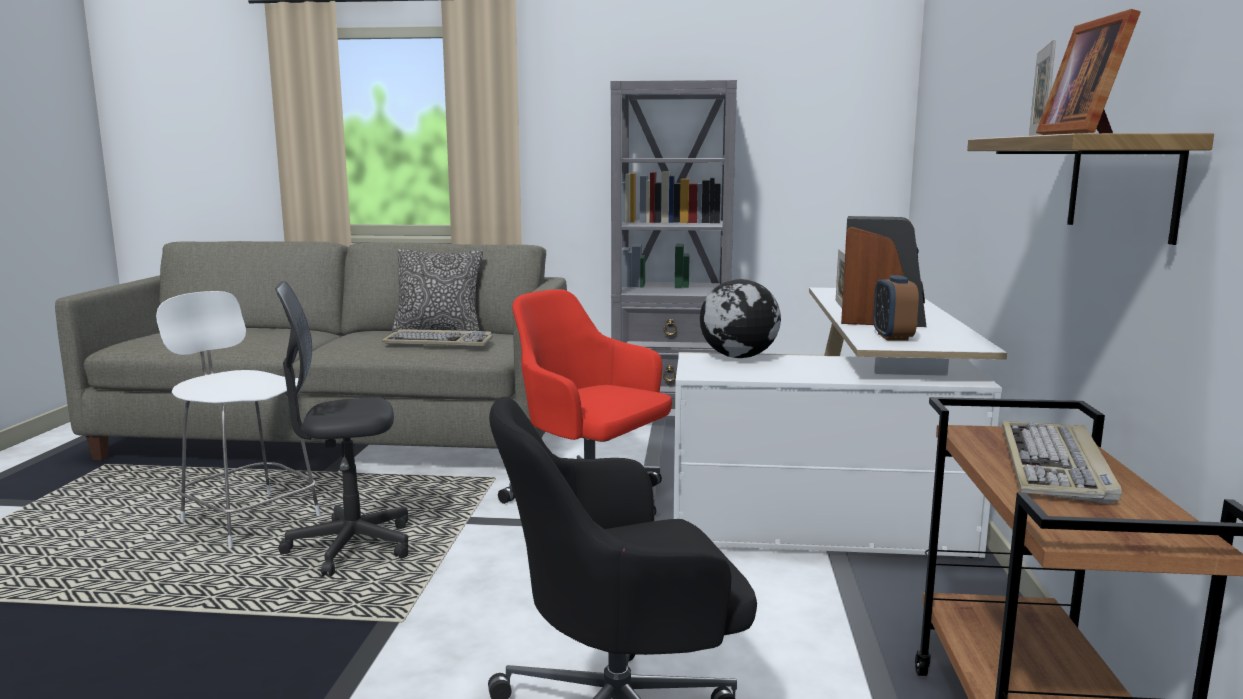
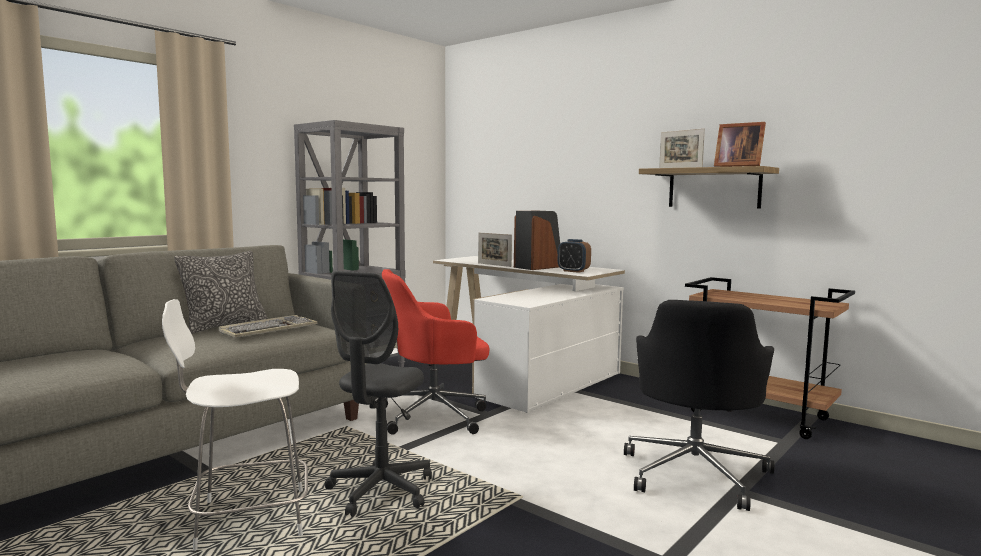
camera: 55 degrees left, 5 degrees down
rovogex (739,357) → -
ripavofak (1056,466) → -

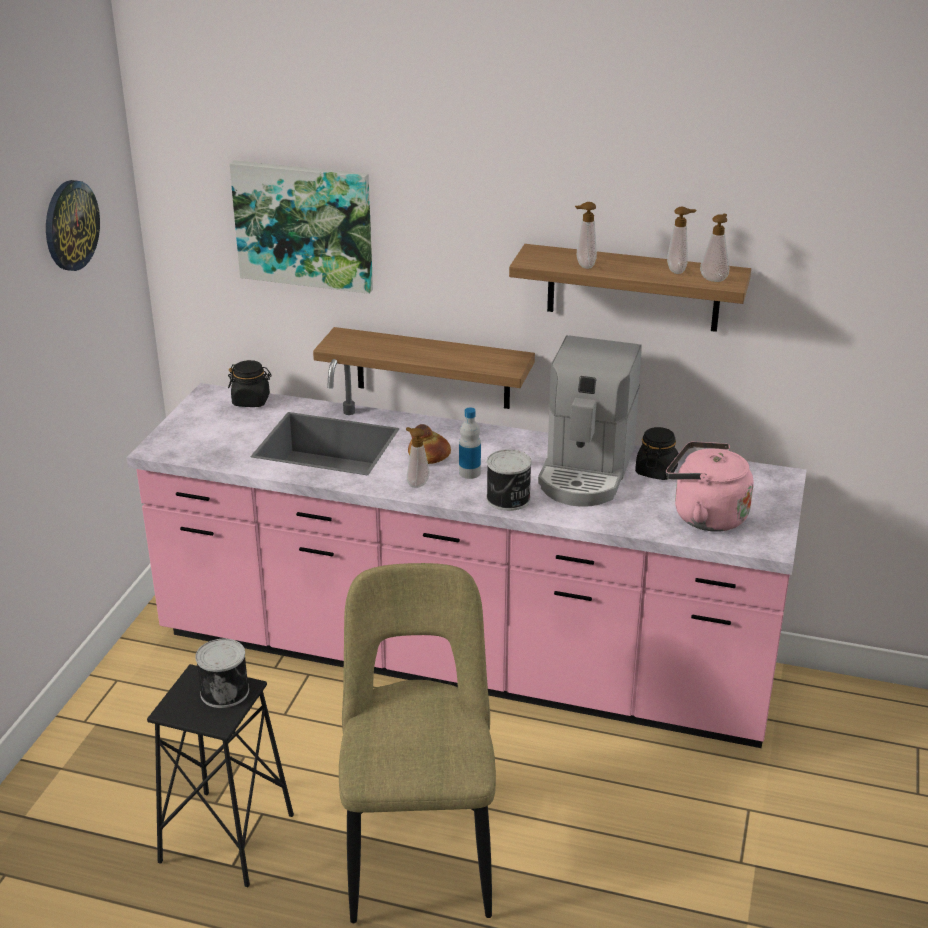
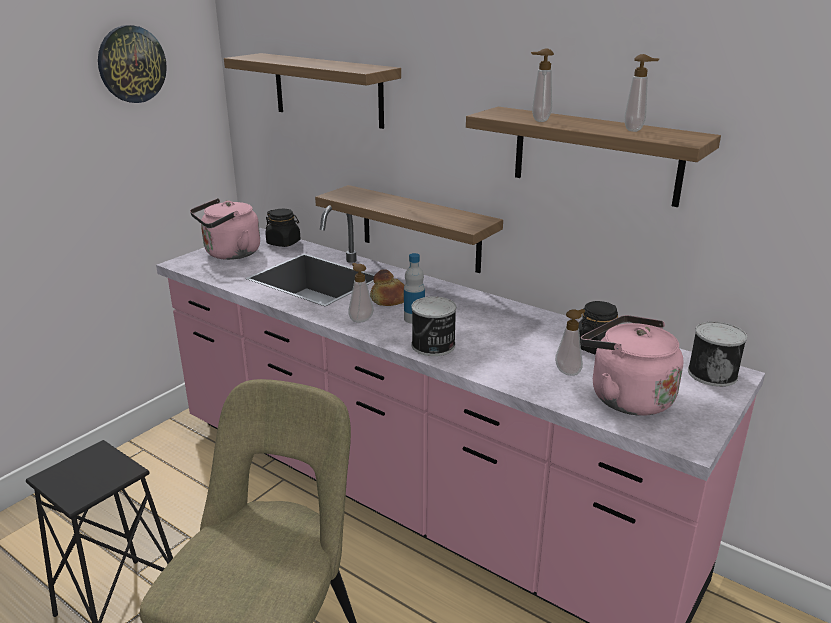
camera: 20 degrees right, 5 degrees down
- → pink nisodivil (229,254)
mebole (304,225) → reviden (327,90)
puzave (714,279) → puzave (569,371), moved
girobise (225,691) → girobise (712,373), moved
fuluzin (586,471) → -

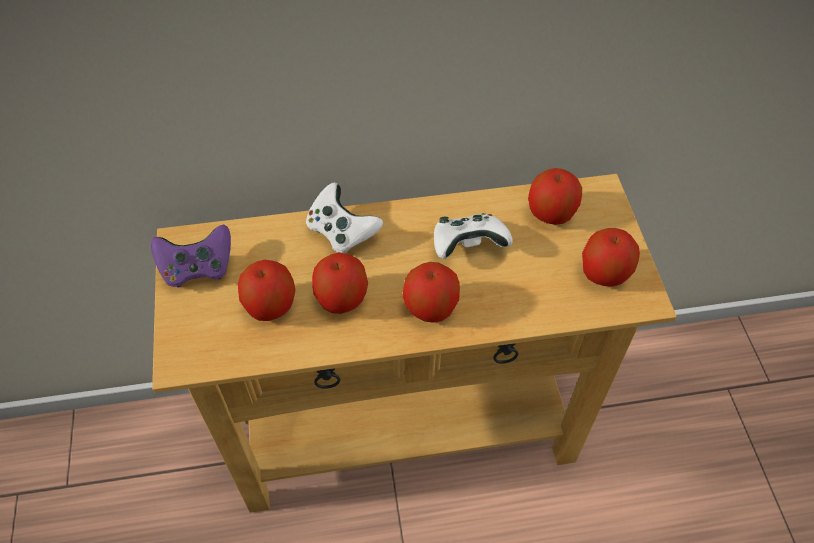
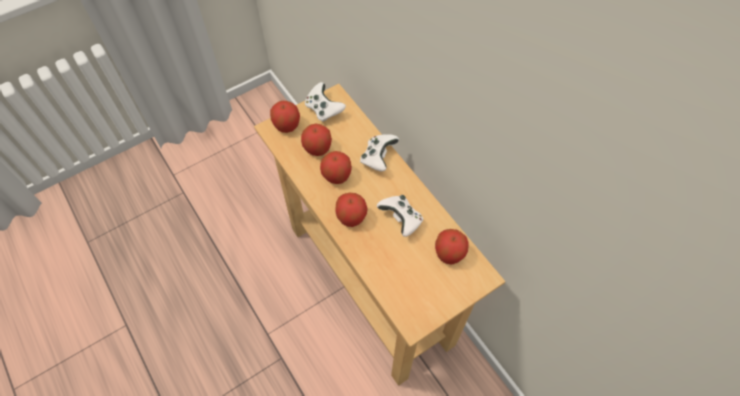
camera: 65 degrees right, 5 degrees up
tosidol (603,273) → tosidol (287,125), moved
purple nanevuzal (197,268) → white nanevuzal (324,110)

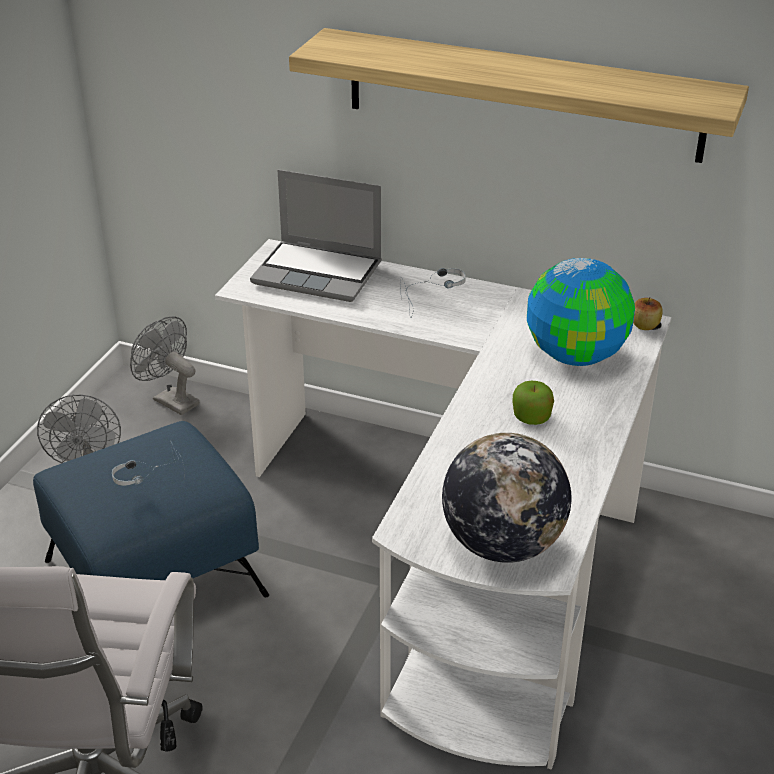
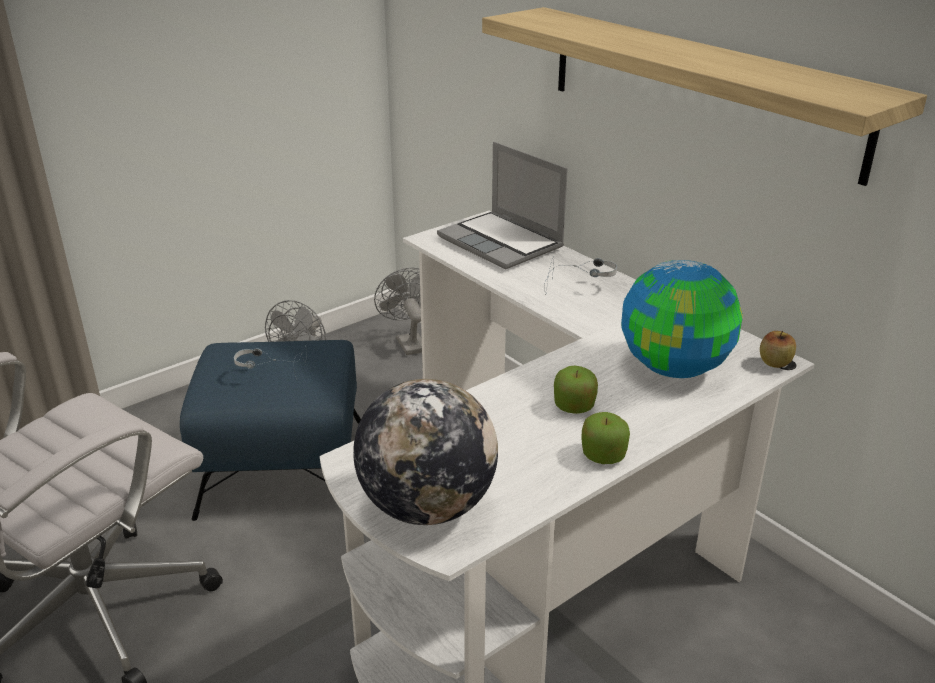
camera: 30 degrees right, 5 degrees down
- → tosidol (603,455)

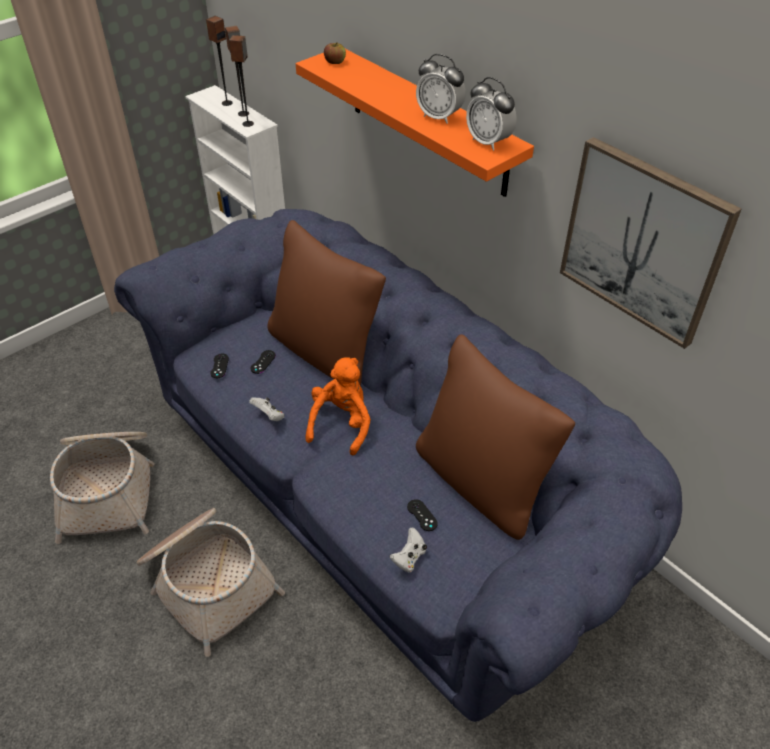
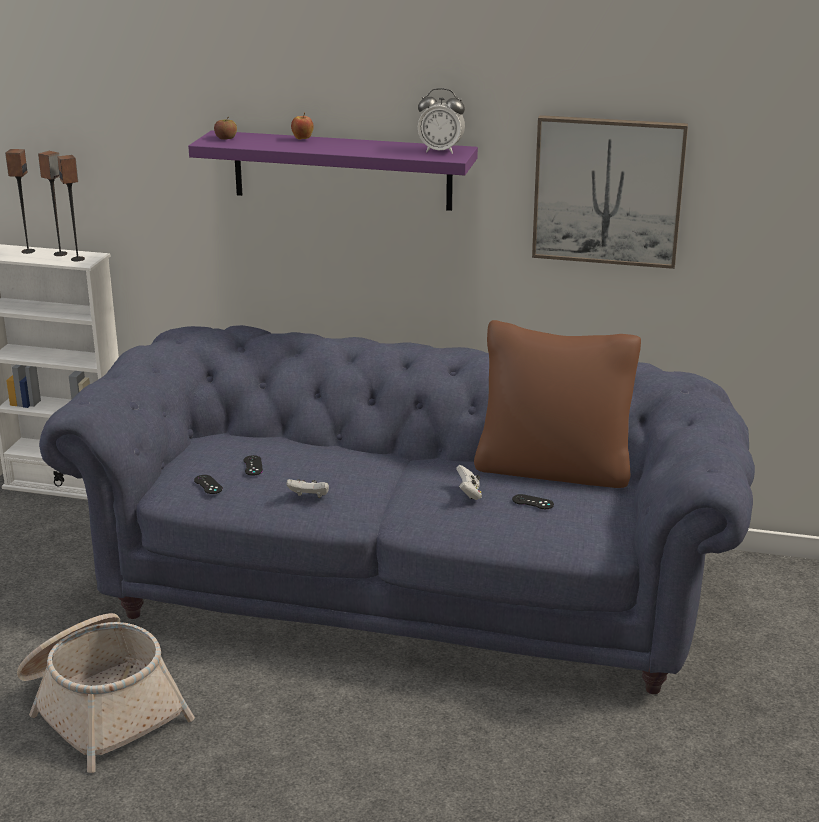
camera: 35 degrees left, 20 degrees down
orange reviden (427,121) → purple reviden (342,170)
- → tosidol (302,139)
white nanevuzal (409,557) → white nanevuzal (469,493), moved
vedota (208,581) → -
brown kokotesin (325,351) → -
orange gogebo (341,423) → -
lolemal (439,117) → -

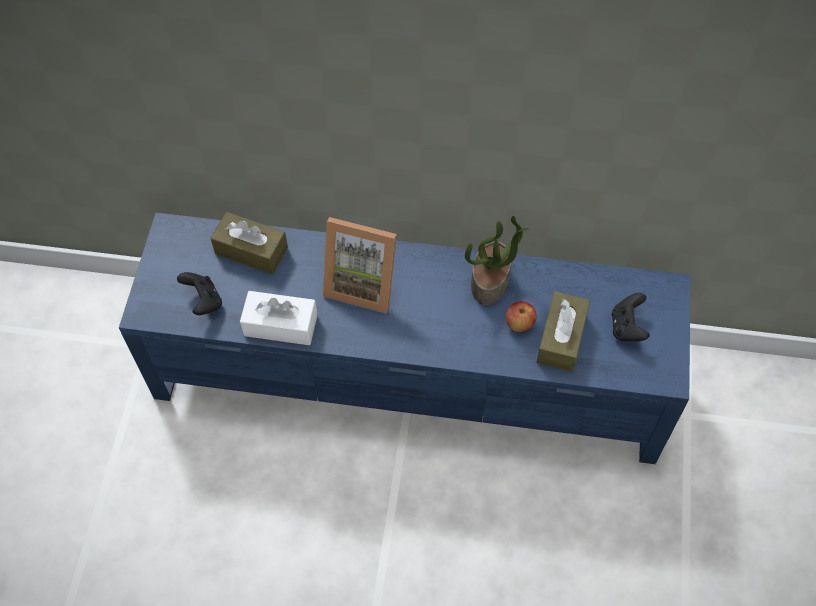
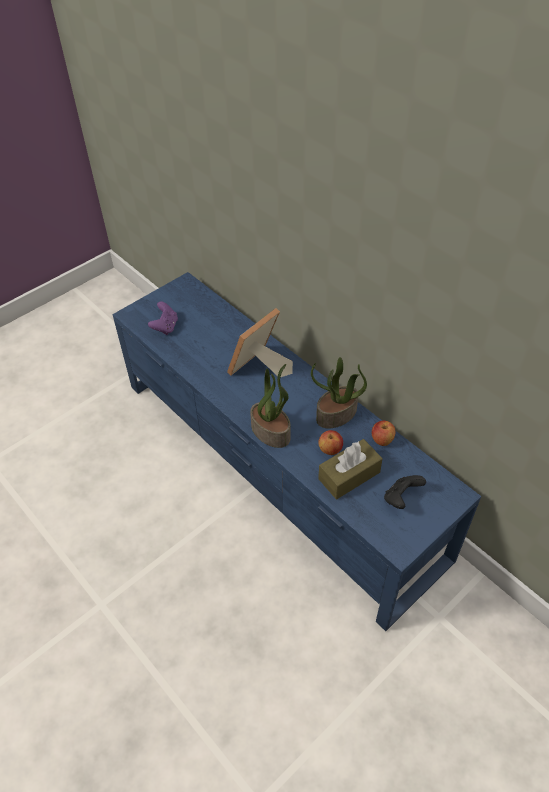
camera: 40 degrees right, 10 degrees down
black nanevuzal (204,301) → purple nanevuzal (165,327)
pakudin (363,283) → pakudin (259,369), 75 degrees clockwise
- → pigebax (271,432)
- → tosidol (382,440)
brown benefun (251,250) → -
white benefun (280,325) → -

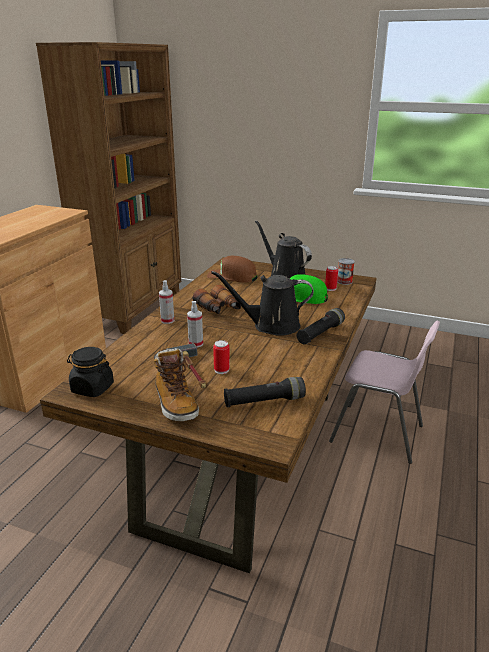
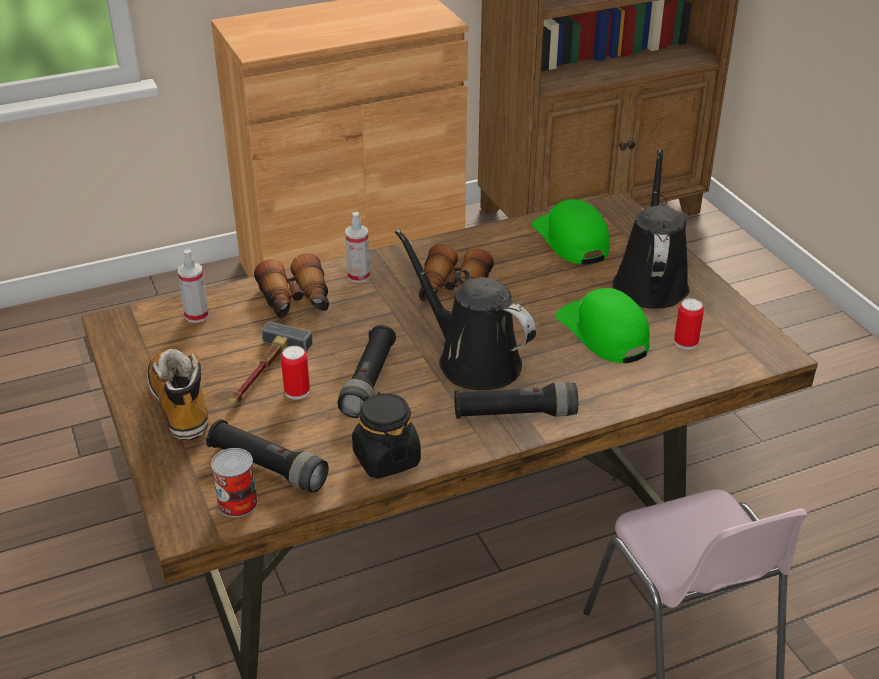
camera: 45 degrees right, 10 degrees up
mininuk (175,403) → mininuk (180,405), 135 degrees clockwise
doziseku (195,344) → doziseku (197,315), moved
girobise (344,281) → girobise (237,503), moved
- → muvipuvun (296,302)
- → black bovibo (369,382)
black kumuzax (92,388) → black kumuzax (386,458), moved
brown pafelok (232,276) → green pafelok (571,240)

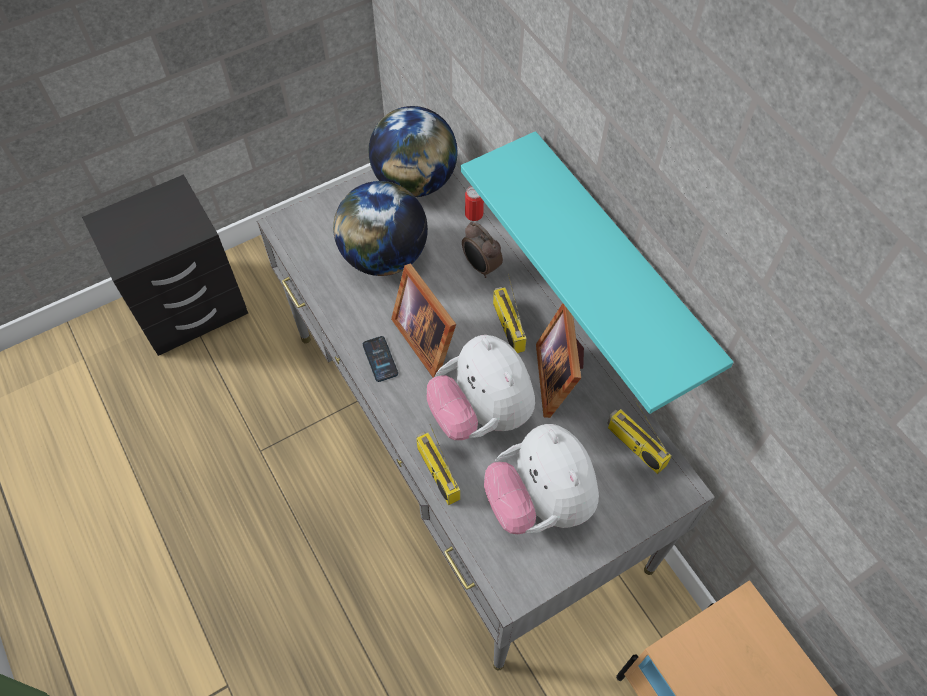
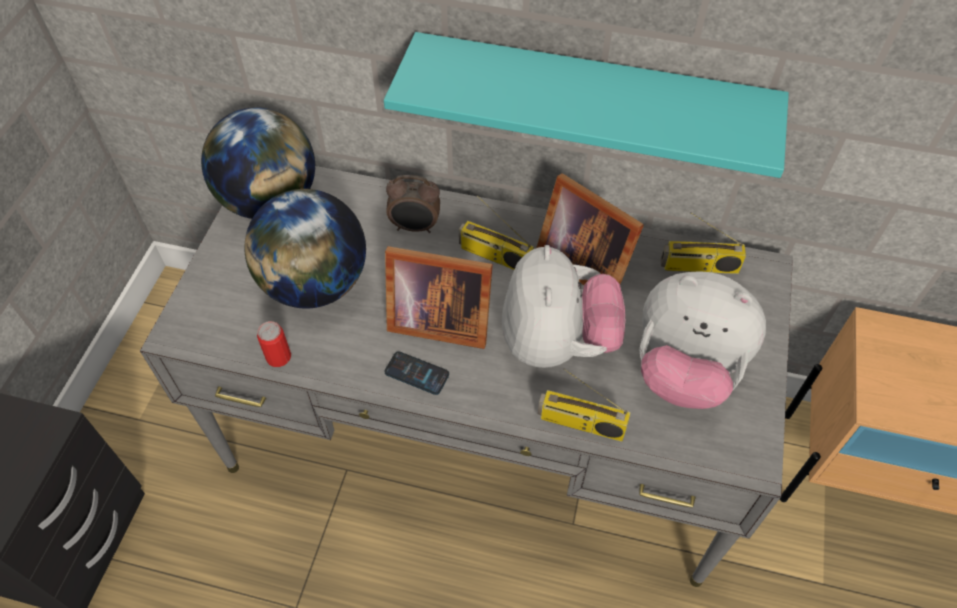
camera: 45 degrees left, 5 degrees down
girobise (474,214) → girobise (278,357), moved
gogebo (481,412) → gogebo (557,342), 105 degrees counterclockwise

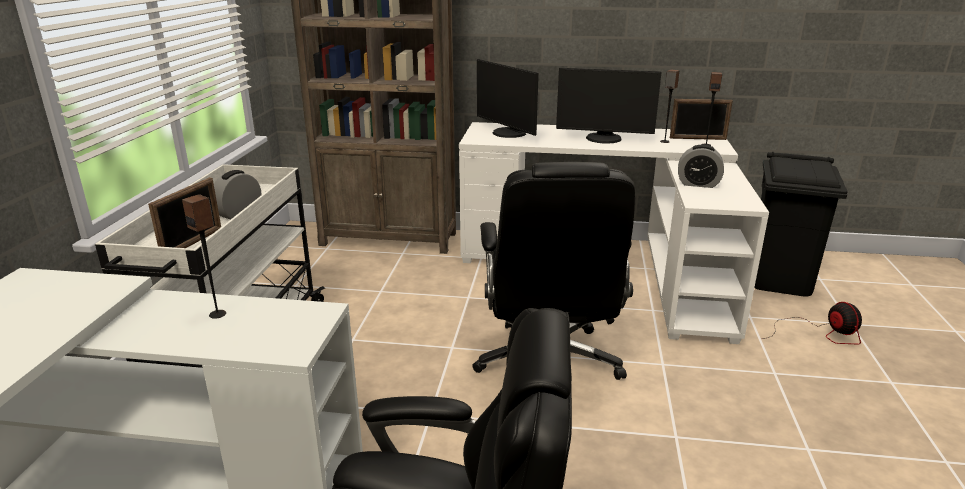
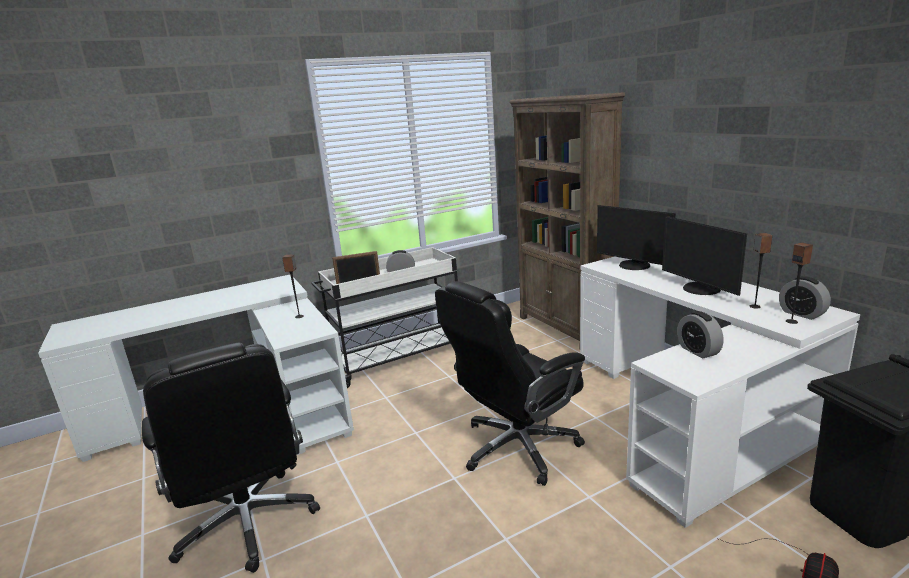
camera: 55 degrees right, 5 degrees down
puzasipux (507,133) → puzasipux (633,266), 60 degrees counterclockwise
pakudin (698,139) → lolemal (801,314)

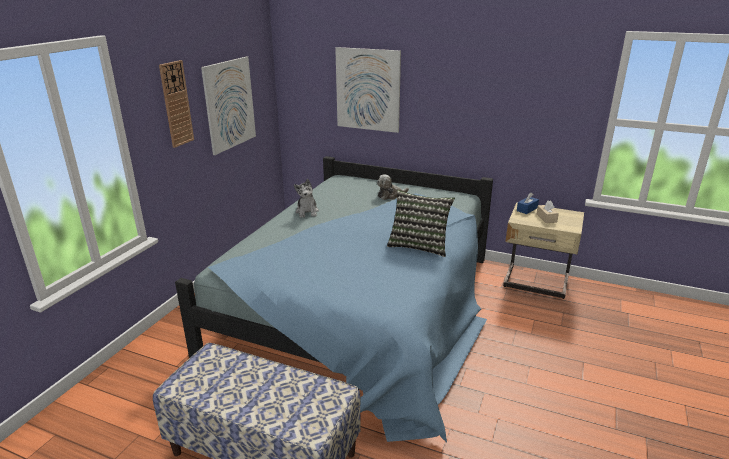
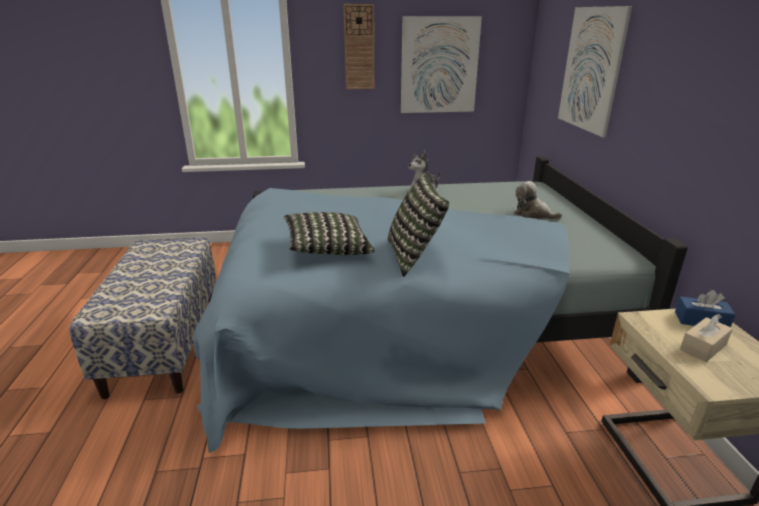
camera: 60 degrees right, 0 degrees up
- → kokotesin (327,249)

